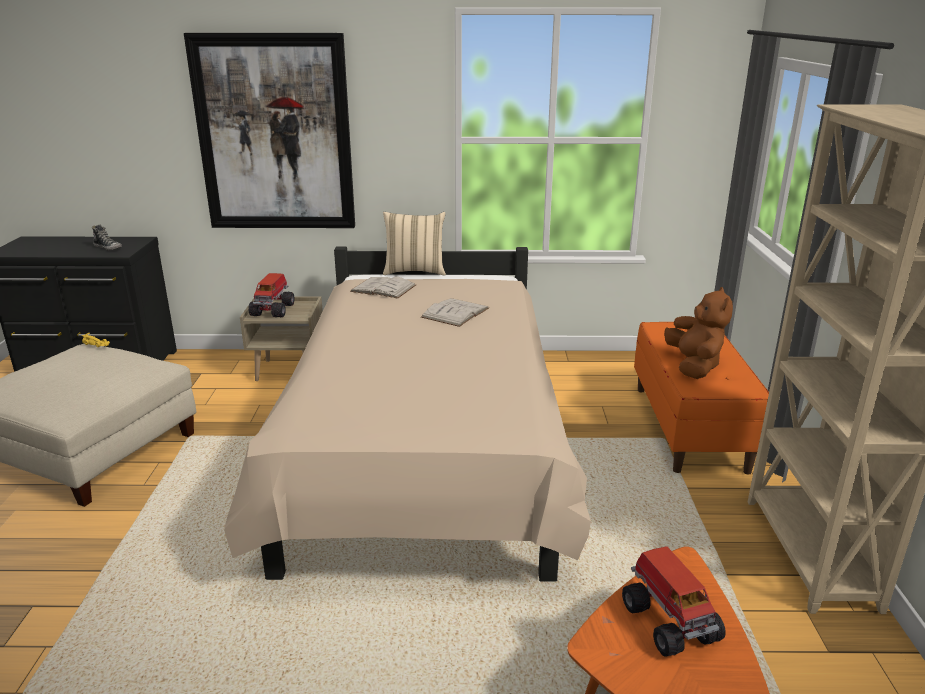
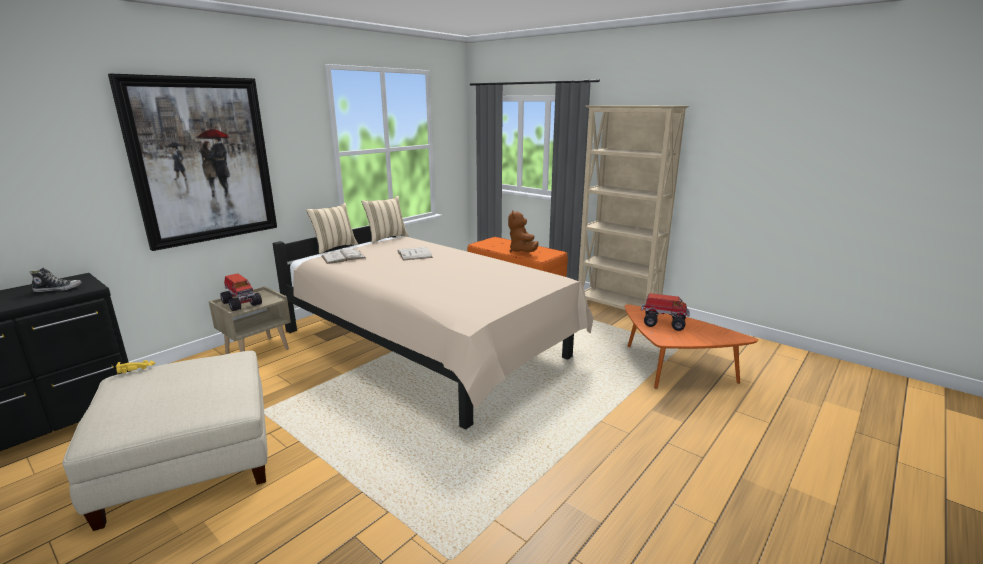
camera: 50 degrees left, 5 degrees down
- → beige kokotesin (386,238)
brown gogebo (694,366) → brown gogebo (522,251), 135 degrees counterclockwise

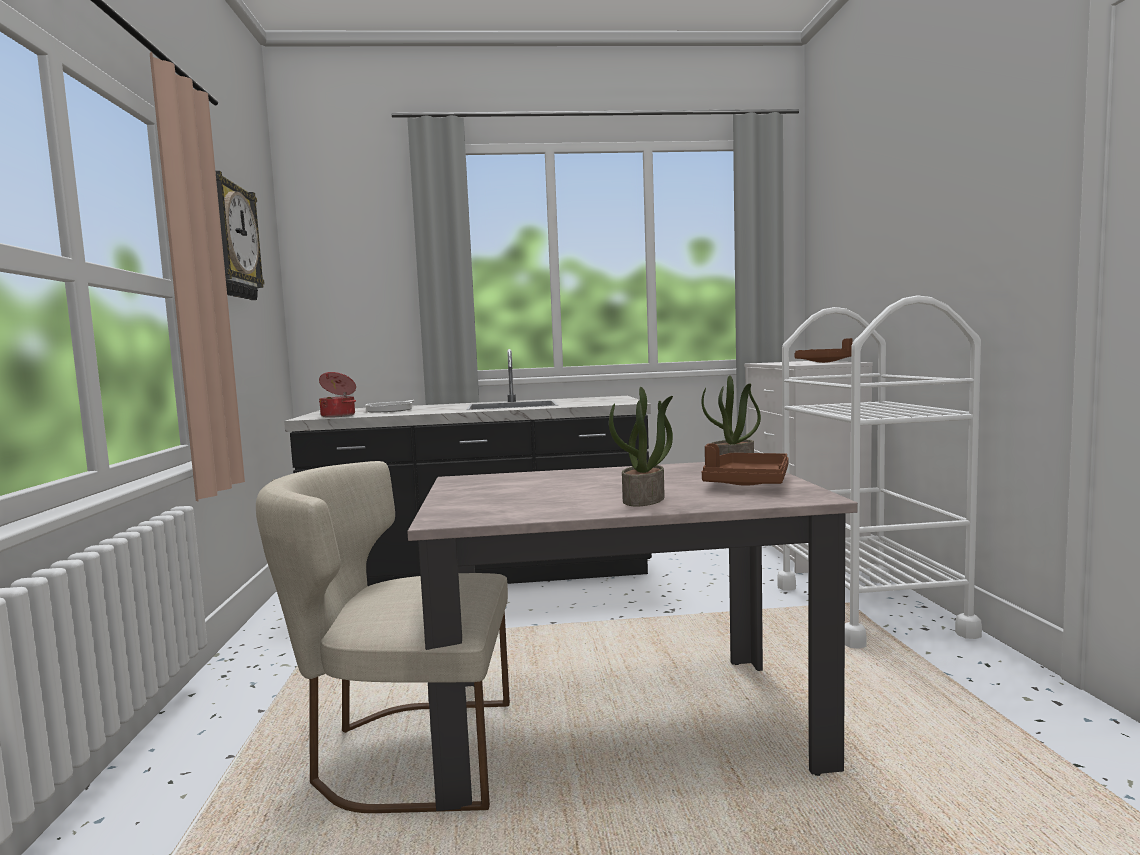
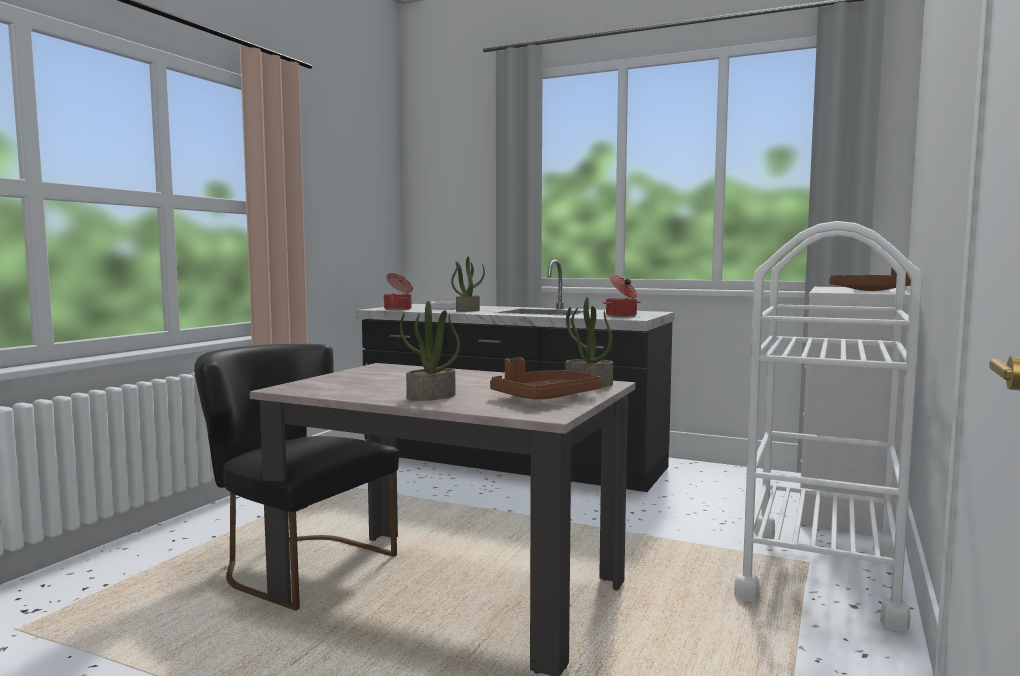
camera: 30 degrees right, 0 degrees up
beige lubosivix (403,754) → black lubosivix (296,564)
- → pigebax (467,310)
- → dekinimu (621,316)
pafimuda (230,240) → -

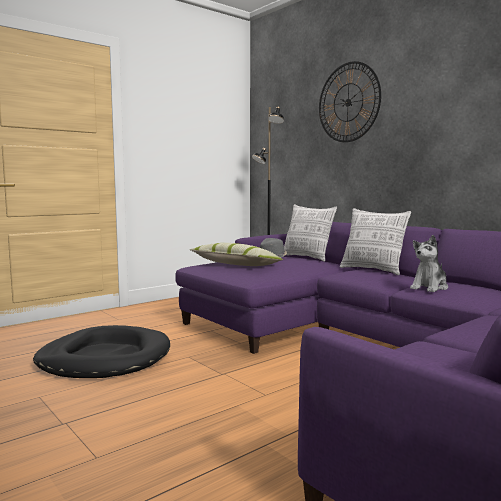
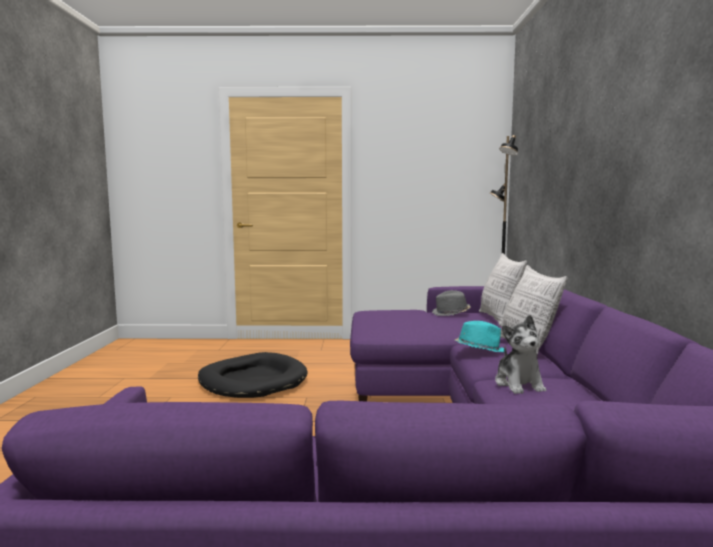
camera: 40 degrees right, 0 degrees up
- → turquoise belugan (479,350)
gogebo (429,288) → gogebo (519,384), 90 degrees counterclockwise
kokotesin (235,265) → -
pafimuda (348,102) → -

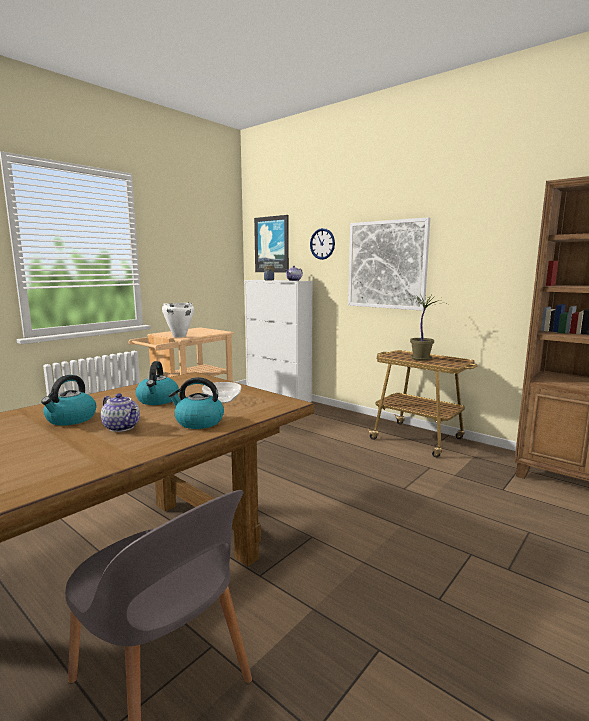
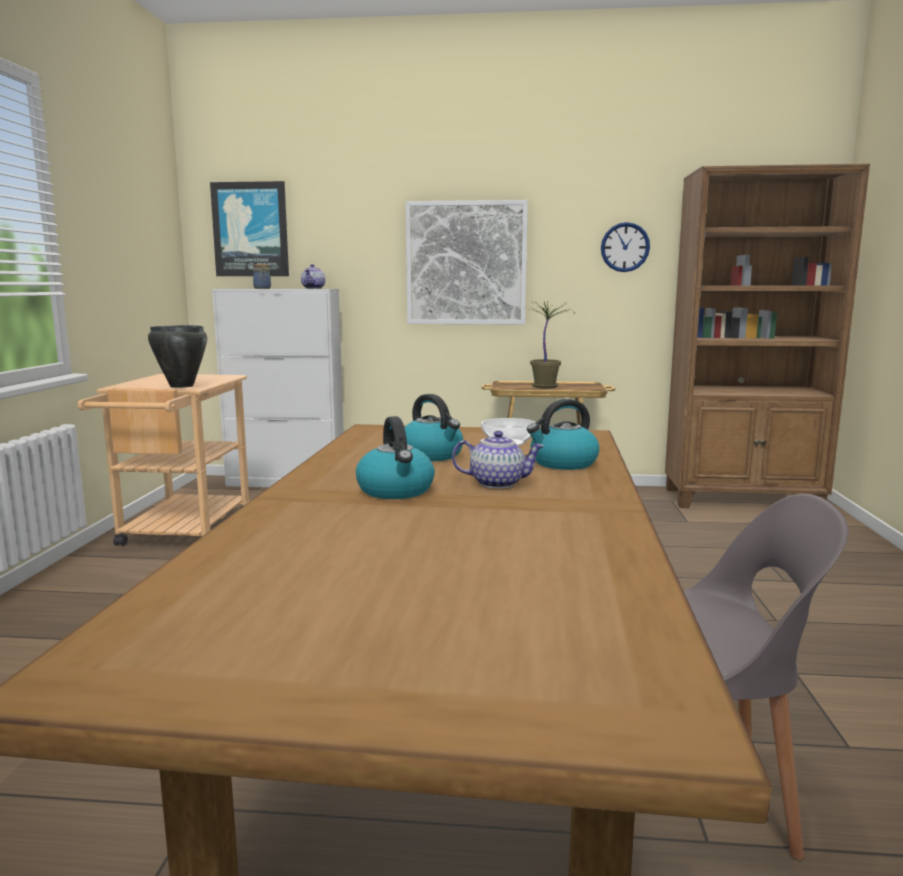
camera: 35 degrees left, 0 degrees up
white dekinimu (179,336) → black dekinimu (181,386)
pafimuda (322,244) → pafimuda (625,247), moved

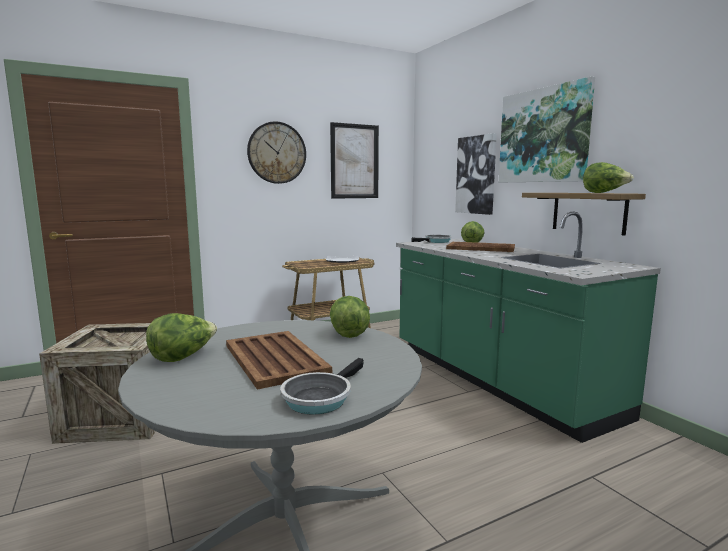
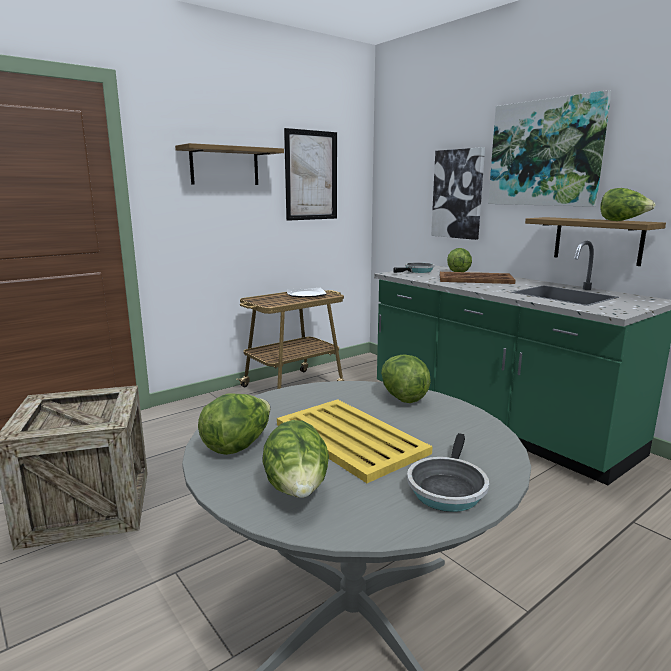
camera: 10 degrees left, 5 degrees up
pafimuda (277,153) → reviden (224,166)
- → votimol (297,491)
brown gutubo (275,358) → yellow gutubo (349,438)

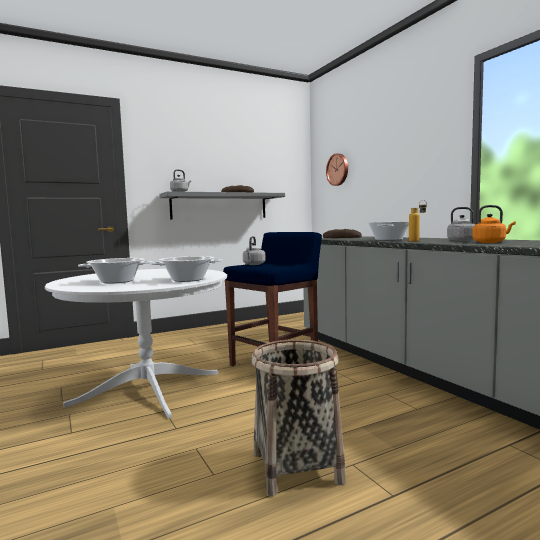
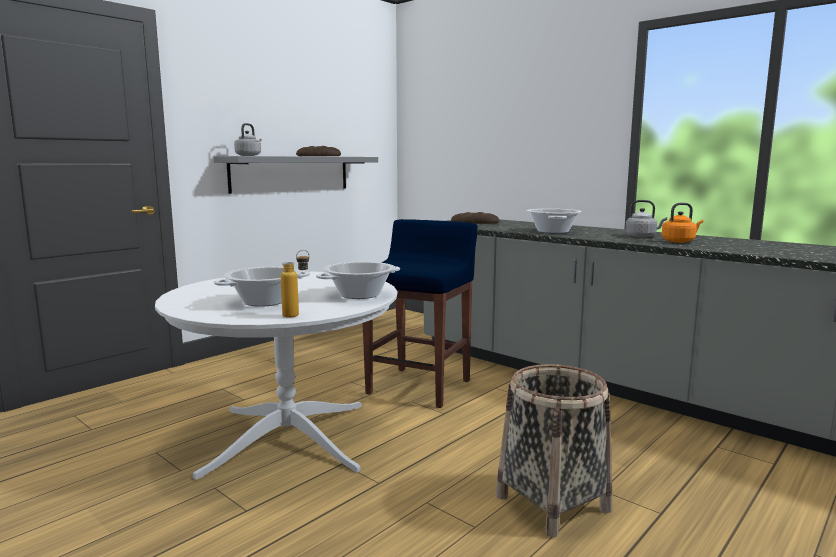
camera: 20 degrees left, 5 degrees up
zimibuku (417,241) → zimibuku (297,314), moved
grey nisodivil (253,264) → -
pafimuda (338,169) → -

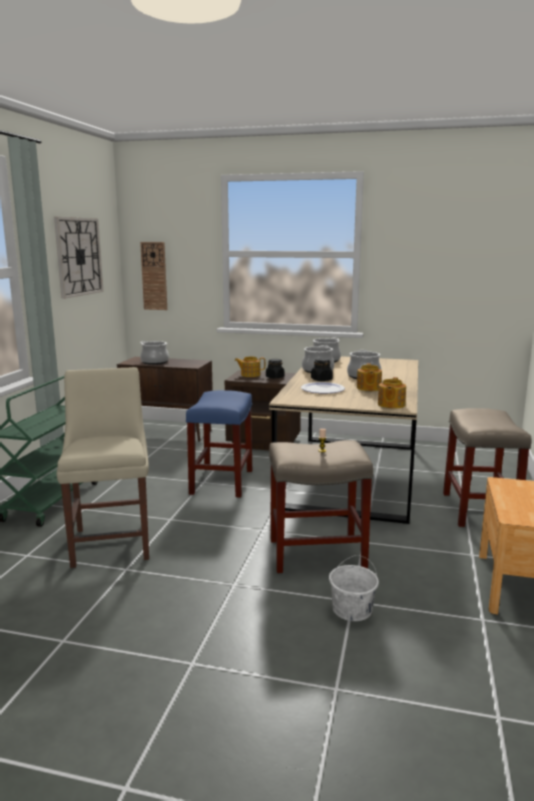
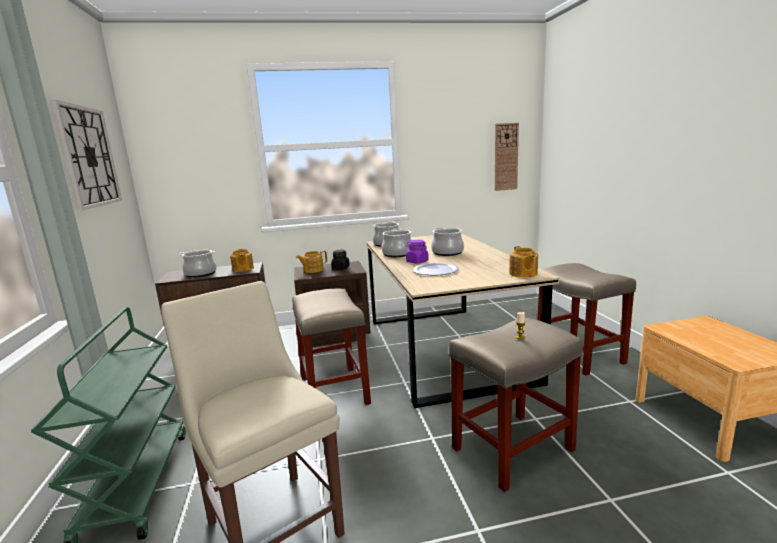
camera: 25 degrees left, 0 degrees up
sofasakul (368,388) → sofasakul (242,269), moved
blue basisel (222,481) → beige basisel (333,390)
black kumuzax (321,380) → purple kumuzax (417,262)
pafimuda (154,276) → pafimuda (506,157), moved
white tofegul (352,609) → -

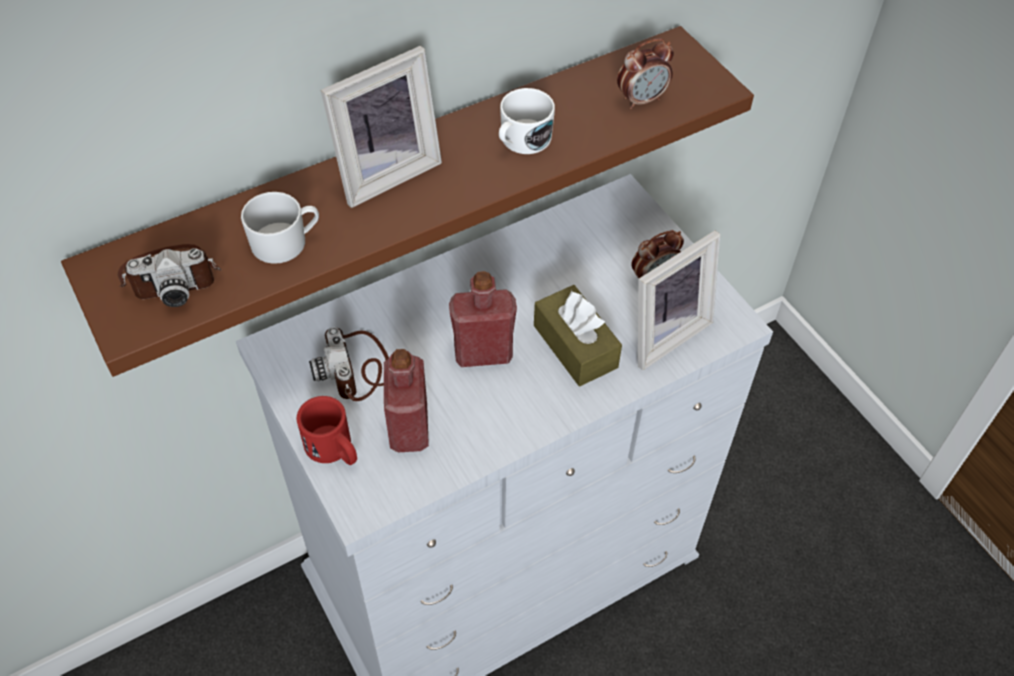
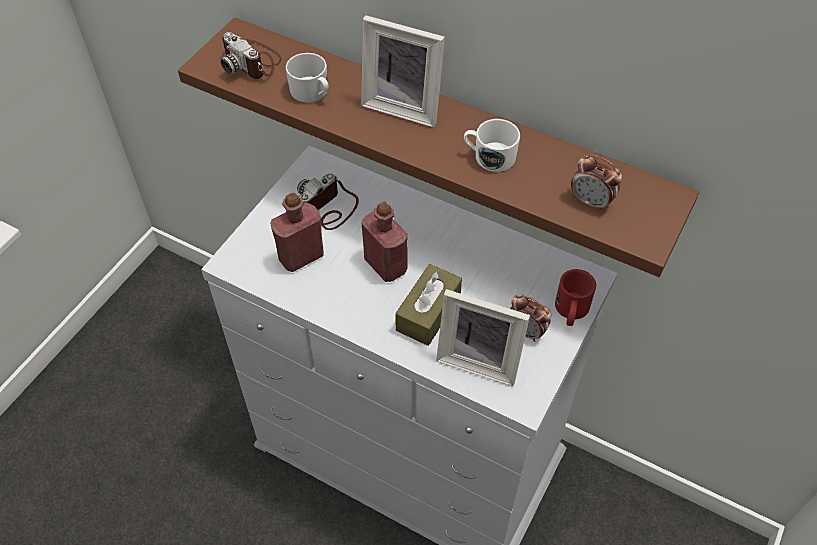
camera: 60 degrees right, 0 degrees up
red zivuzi (334,450) → red zivuzi (571,311), moved

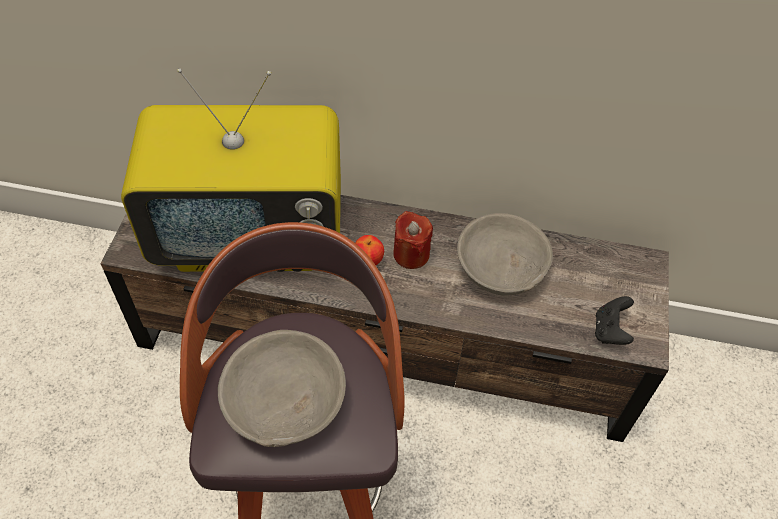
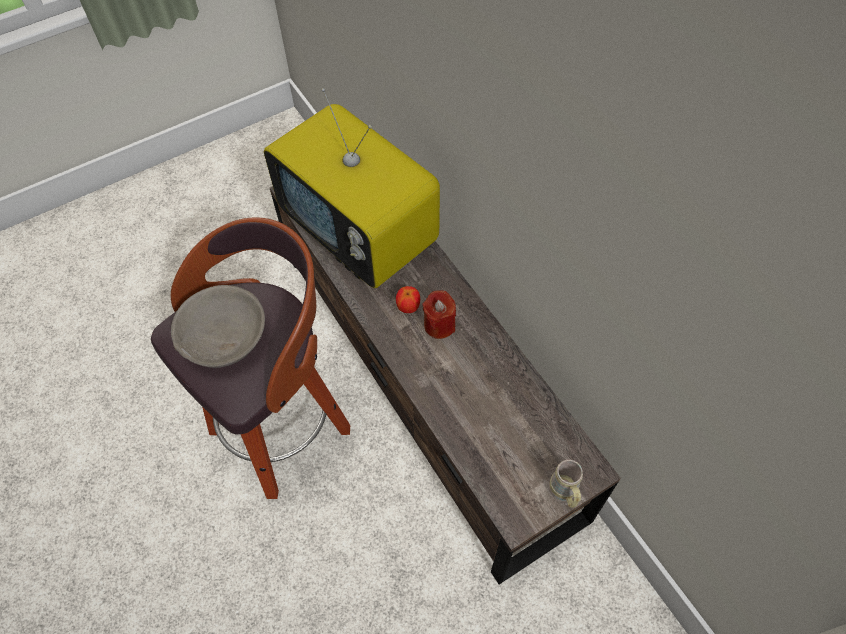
camera: 50 degrees right, 5 degrees up
- → beige zivuzi (564,494)
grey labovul (501,267) → -
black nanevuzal (610,331) → -

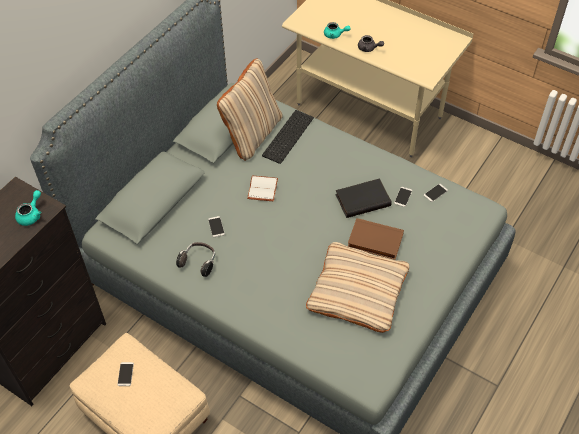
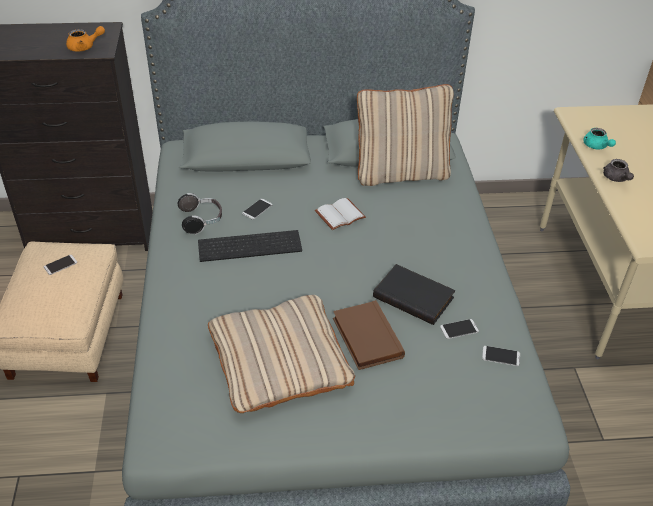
camera: 50 degrees right, 10 degrees down
turquoise sofasakul (31,215) → orange sofasakul (85,47)
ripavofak (287,135) → ripavofak (250,245), moved

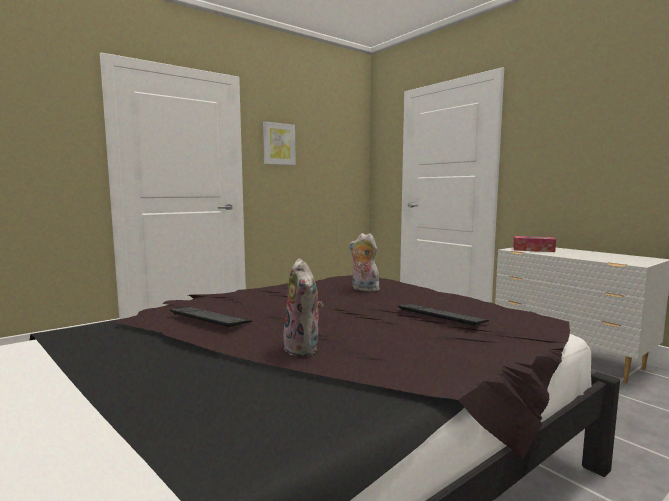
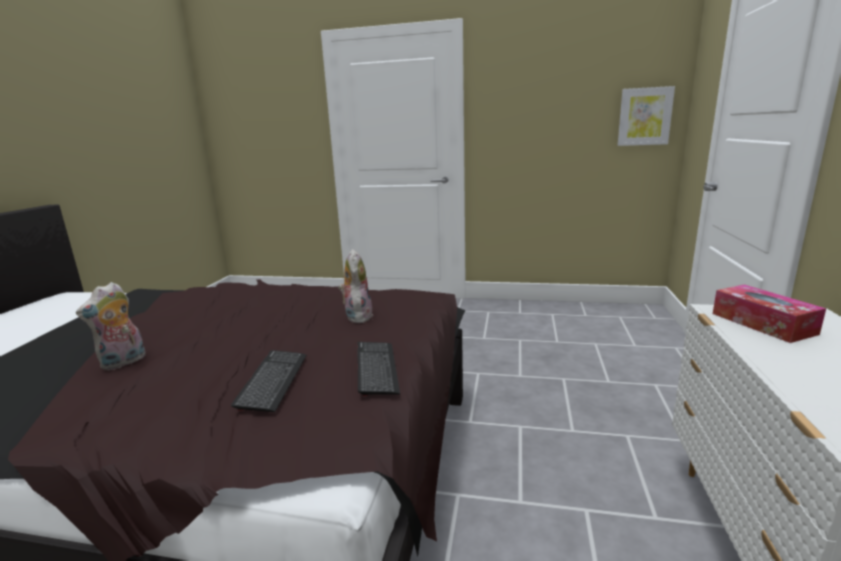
camera: 50 degrees right, 10 degrees up
ripavofak (209,318) → ripavofak (377,368), moved
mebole (279,144) → mebole (644,116), moved

